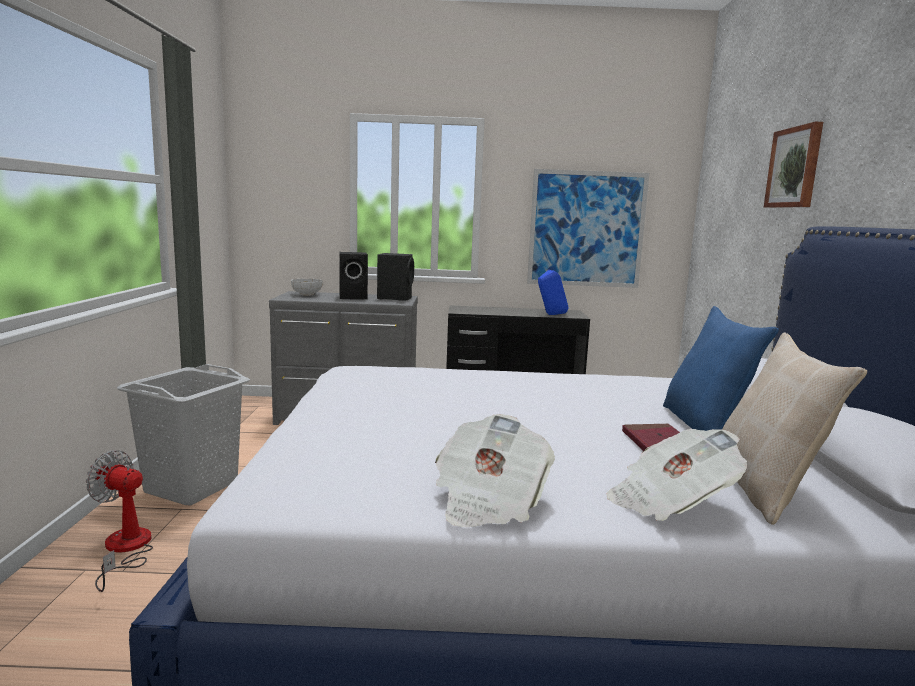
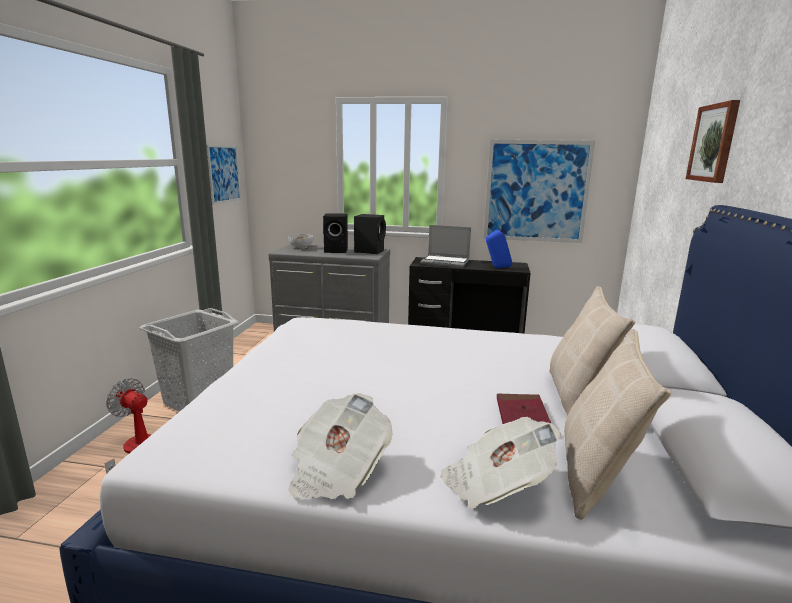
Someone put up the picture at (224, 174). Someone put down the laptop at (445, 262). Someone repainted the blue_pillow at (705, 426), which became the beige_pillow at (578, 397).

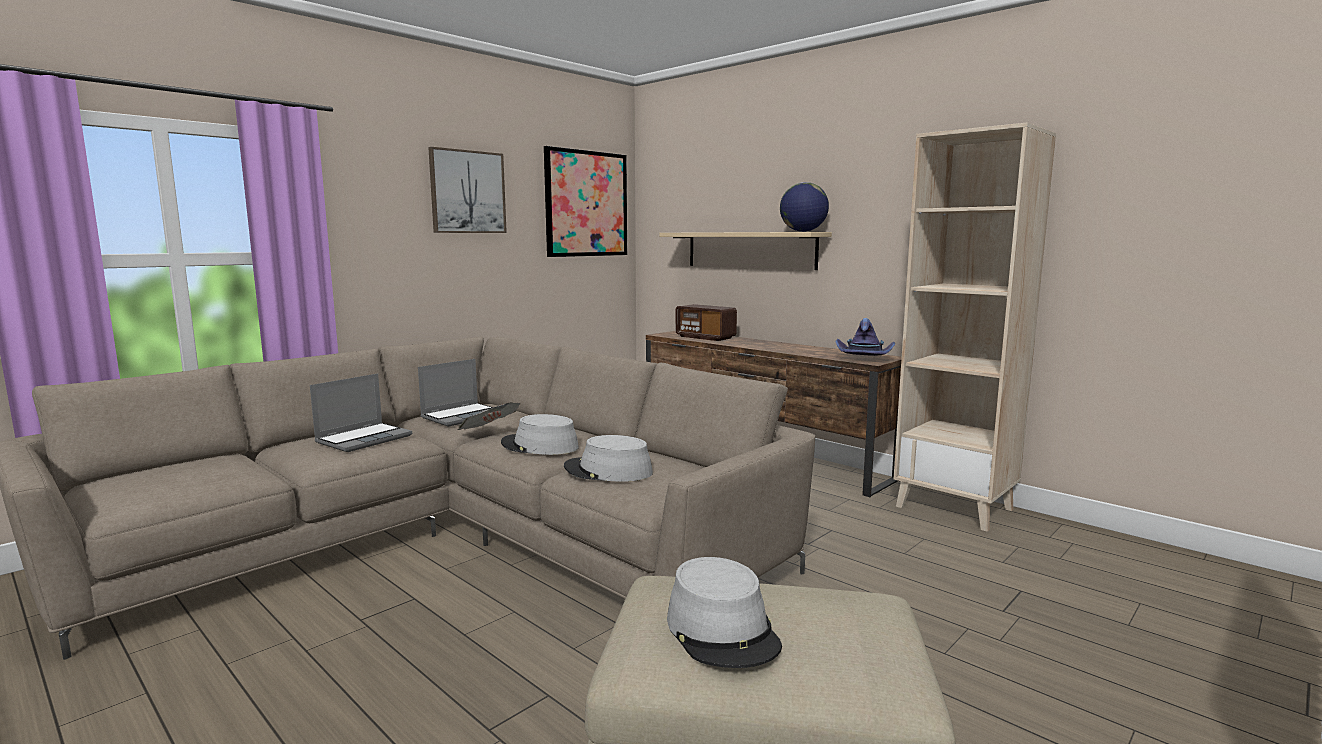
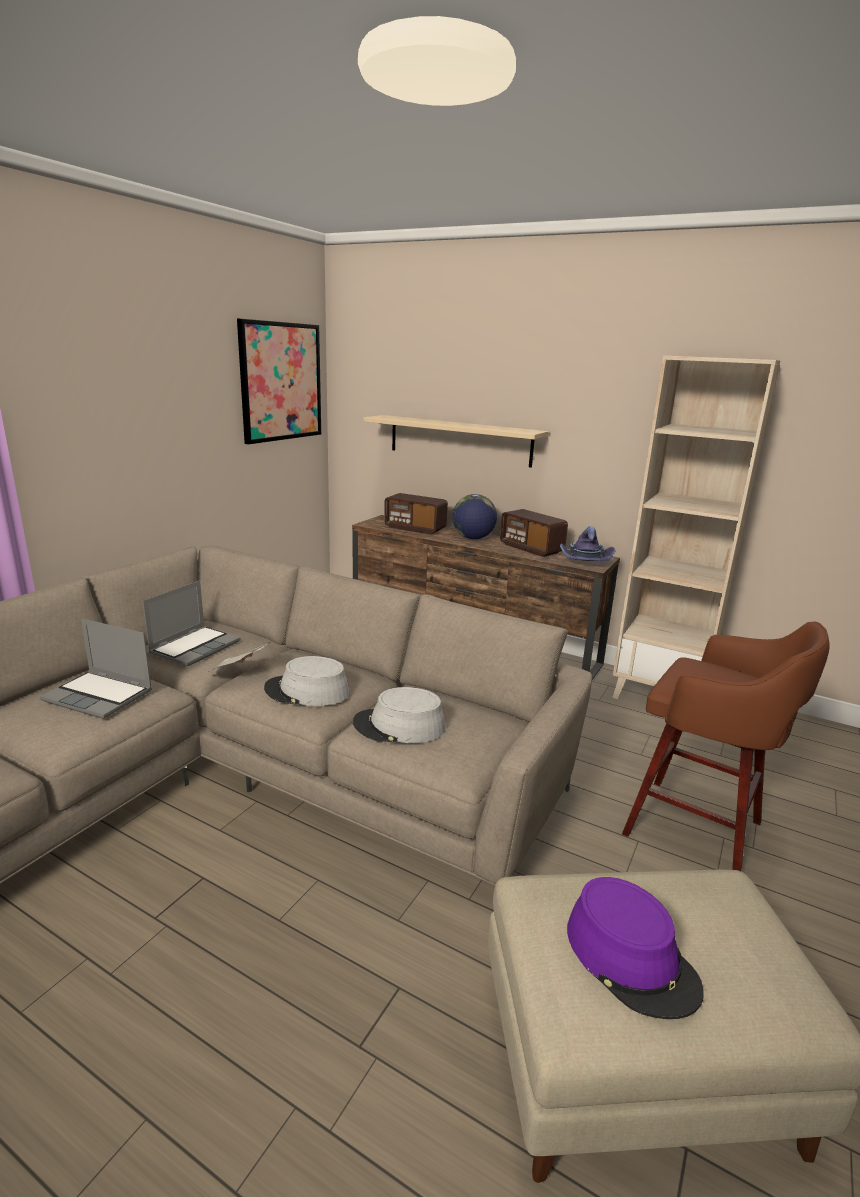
Someone rotated the laptop at (364, 439) by 90 degrees clockwise. Someone carried the globe from (803, 231) to (473, 538). Someone put down the radio at (531, 548). Someone repainted the grey_hat at (722, 630), which became the purple_hat at (631, 958). Someone put down the brown_stool at (698, 830). Someone took away the picture at (467, 192).

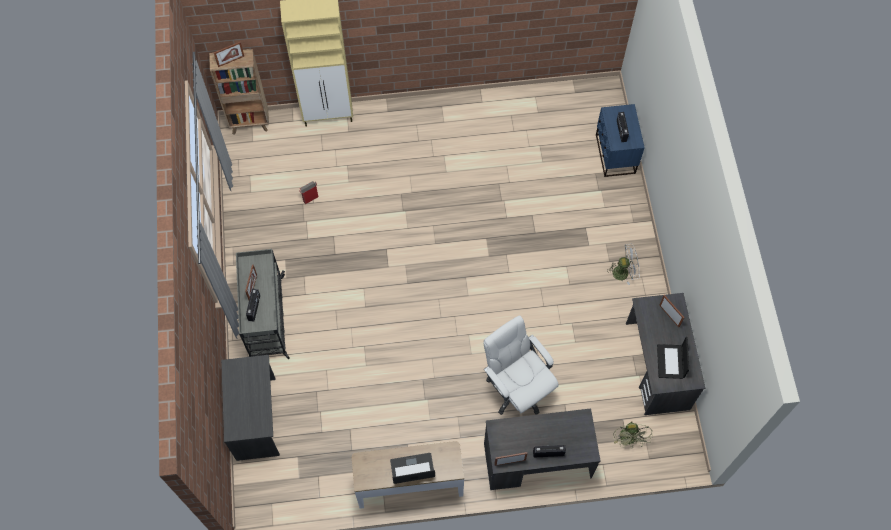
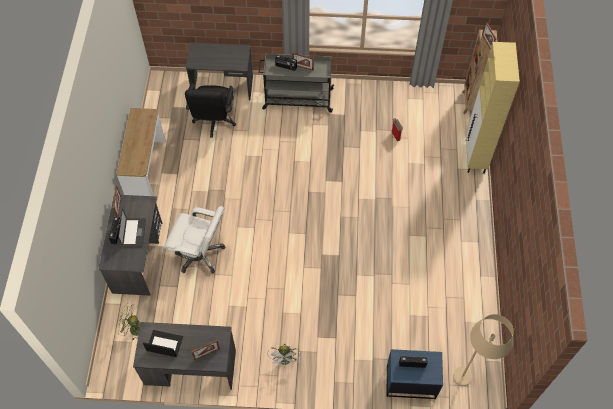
Someone carried the laptop from (412, 468) to (134, 233). Someone rotated the white_office_chair at (516, 388) by 45 degrees clockwise. Someone put down the black_office_chair at (214, 122). Someone put down the beige_floor_lamp at (471, 373).

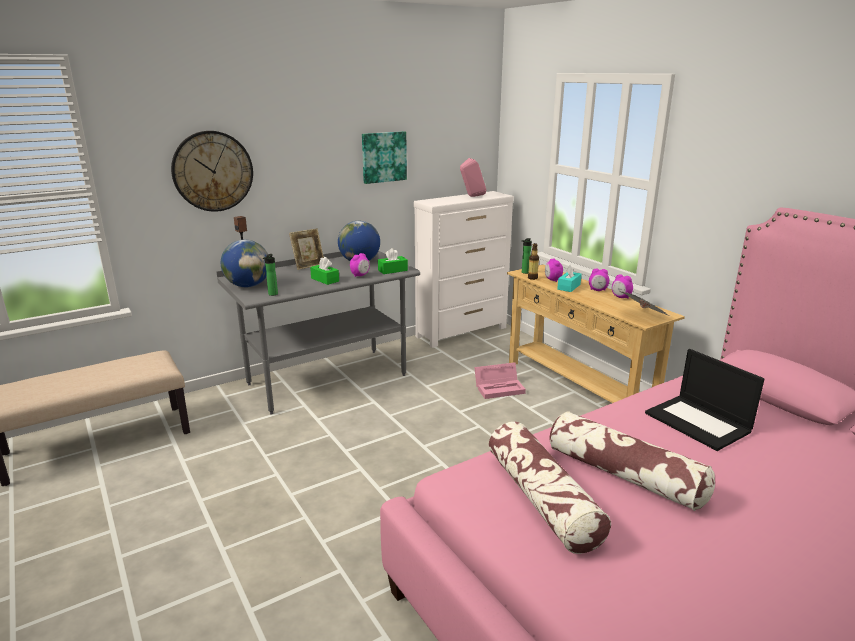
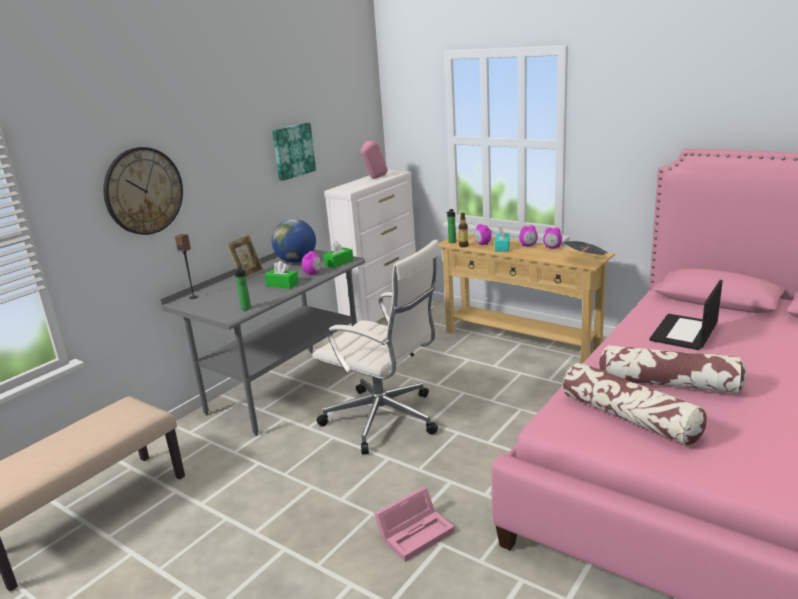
Someone put down the white_office_chair at (385, 420). Someone carried the pink_storage_box from (500, 388) to (416, 532). Someone rotated the laptop at (699, 422) by 90 degrees clockwise. Someone took away the globe at (248, 286).

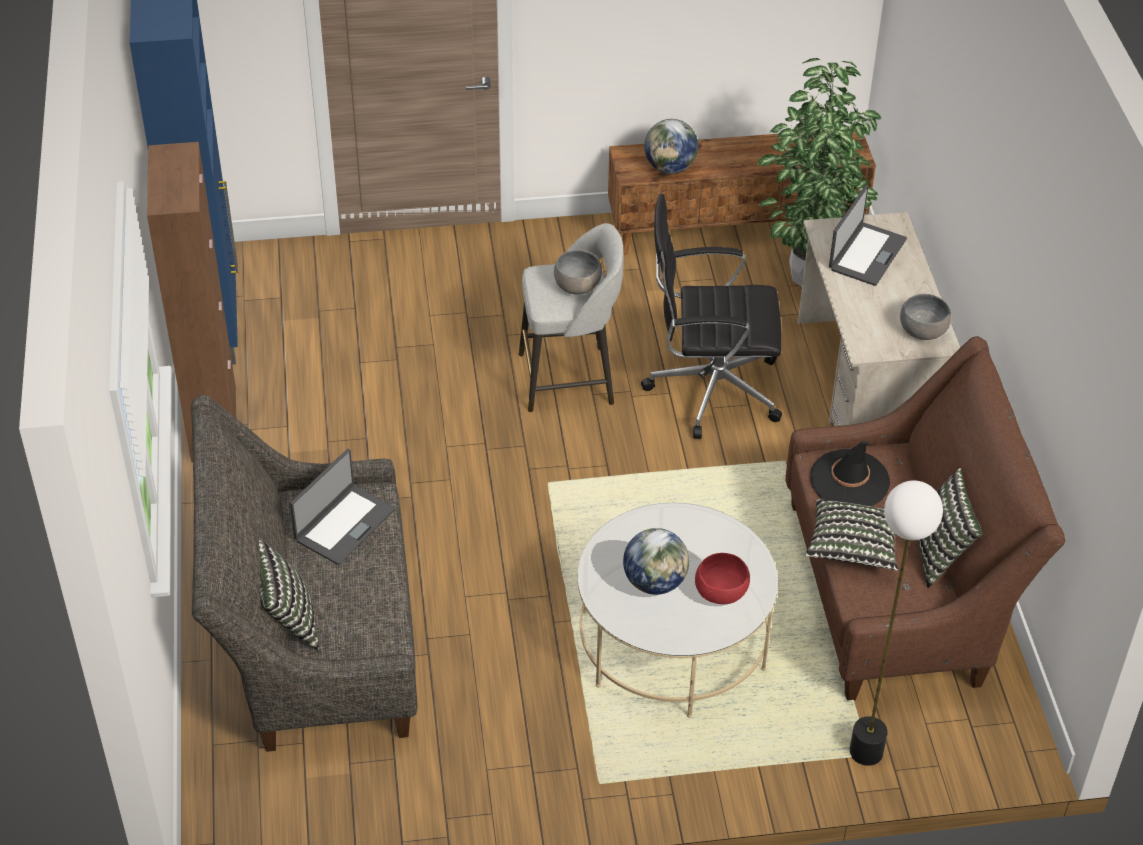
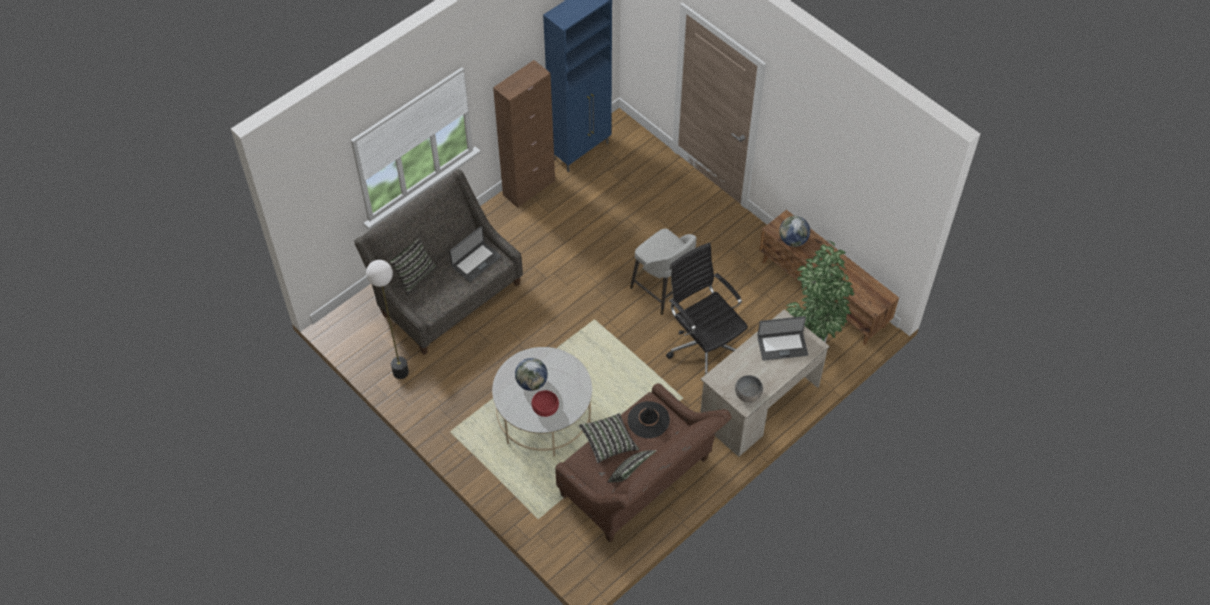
Someone carried the floor_lamp from (865, 751) to (400, 372). Someone rotated the laptop at (344, 524) by 45 degrees counterclockwise. Someone took away the grey_bowl at (577, 286).

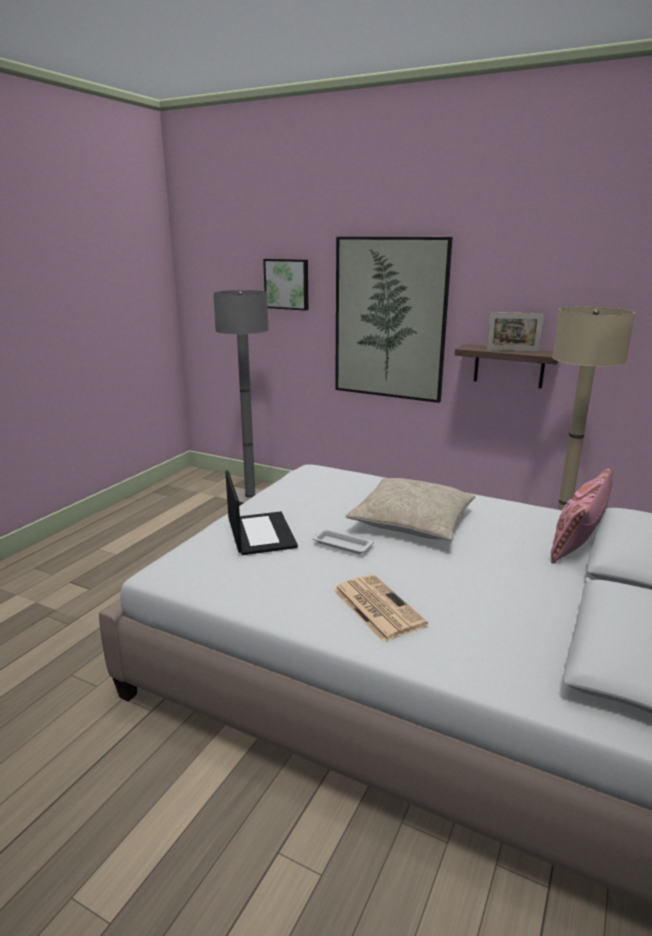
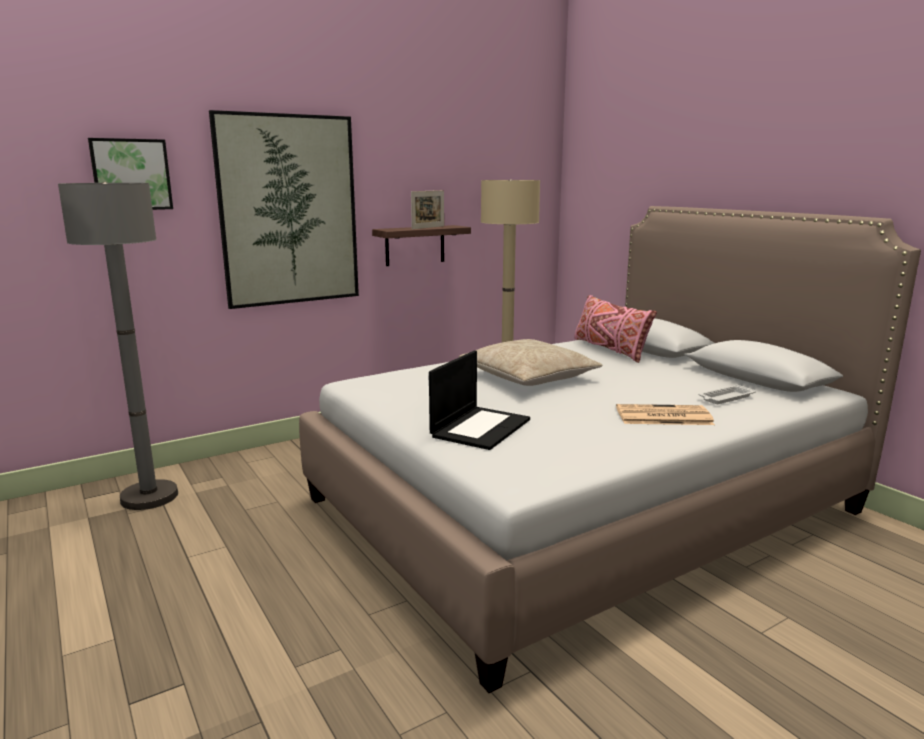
Someone rotated the laptop at (260, 533) by 105 degrees clockwise. Someone carried the white_tray from (341, 545) to (725, 398).

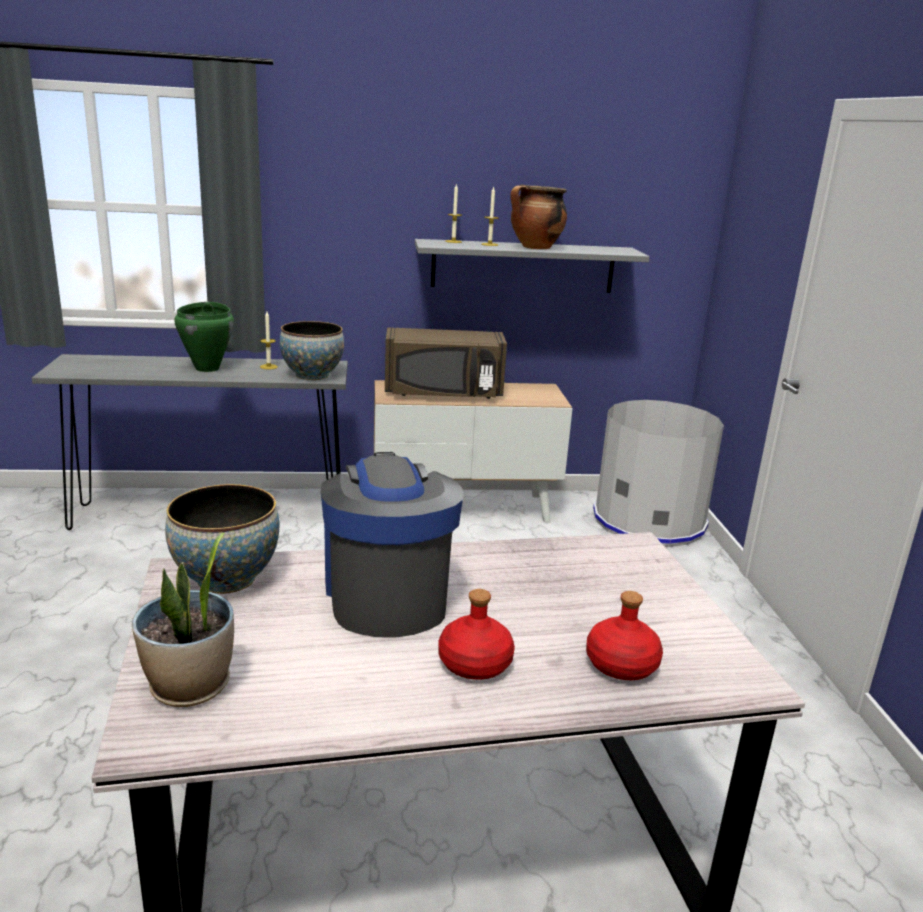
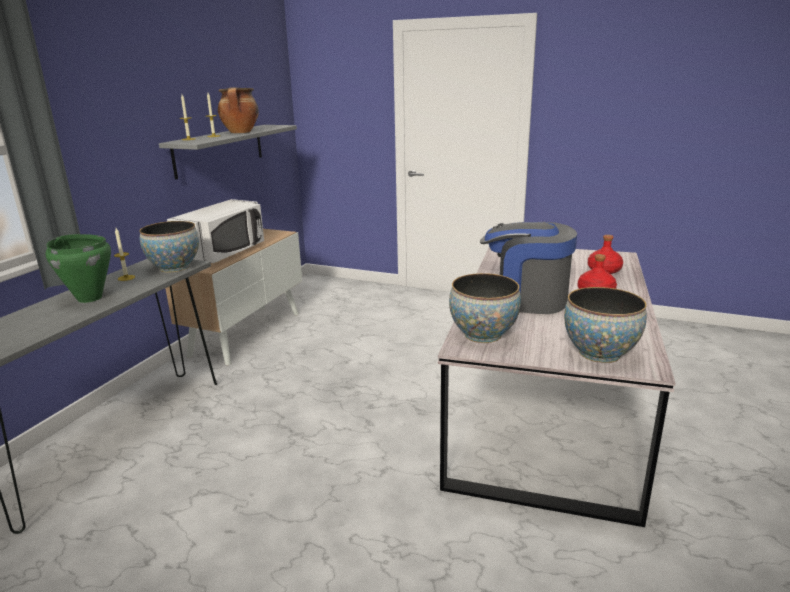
Someone repainted the brown_microwave at (443, 393), which became the white_microwave at (224, 253). Someone swapped the potted_plant at (190, 687) for the bowl at (599, 353). Someone took away the grey_trash_can at (649, 521).

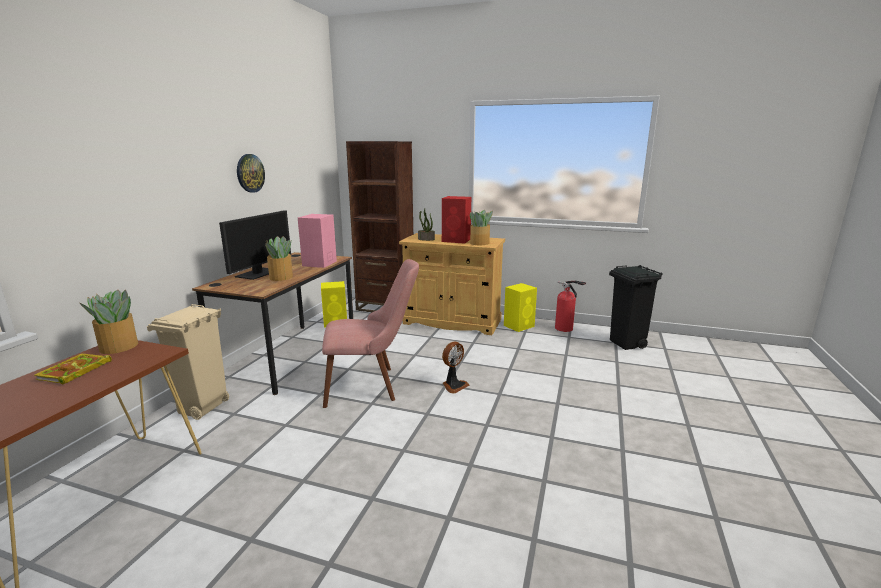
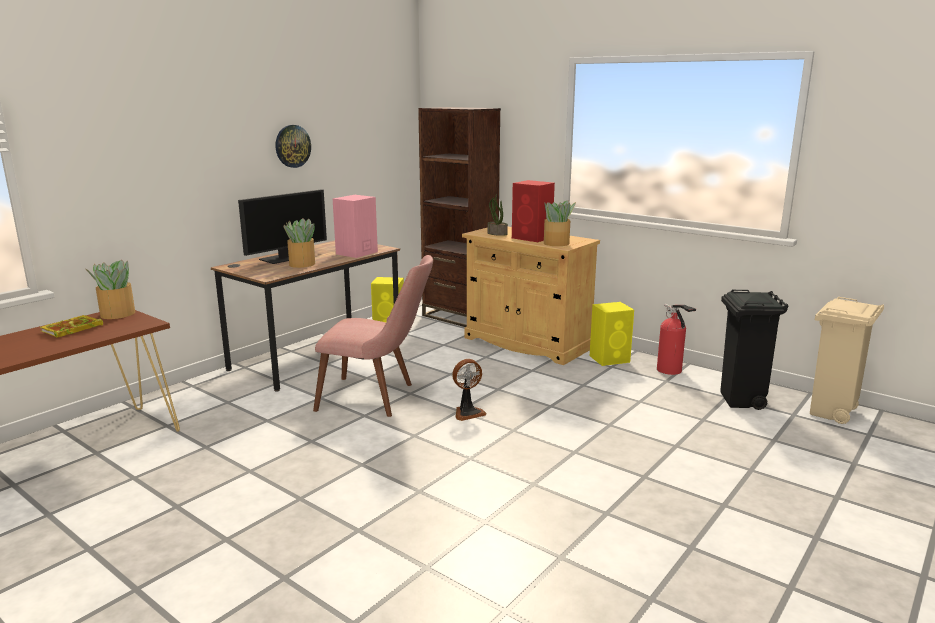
Someone carried the beige_trash_can from (202, 408) to (831, 413).

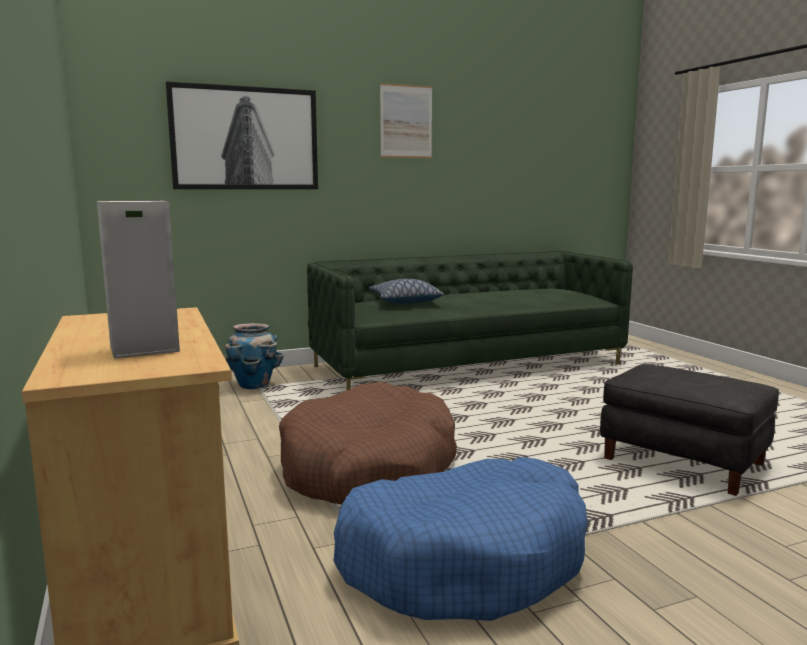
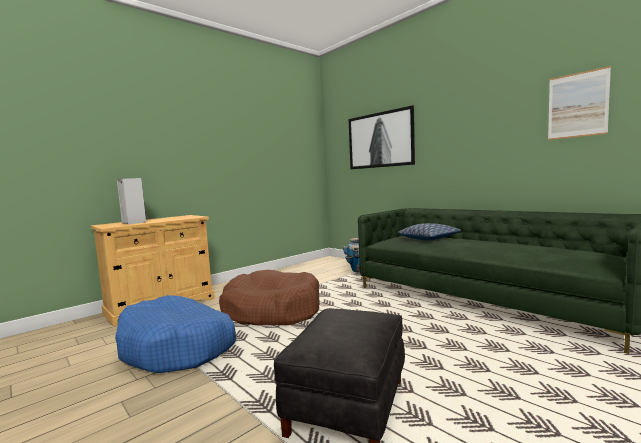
Someone carried the picture from (406, 121) to (577, 105).

